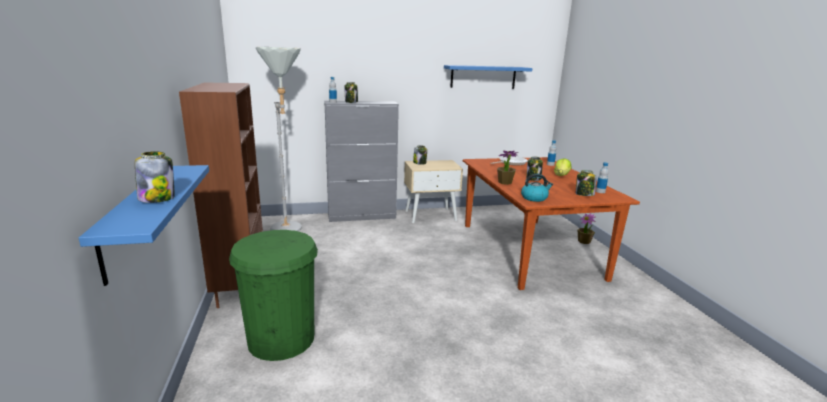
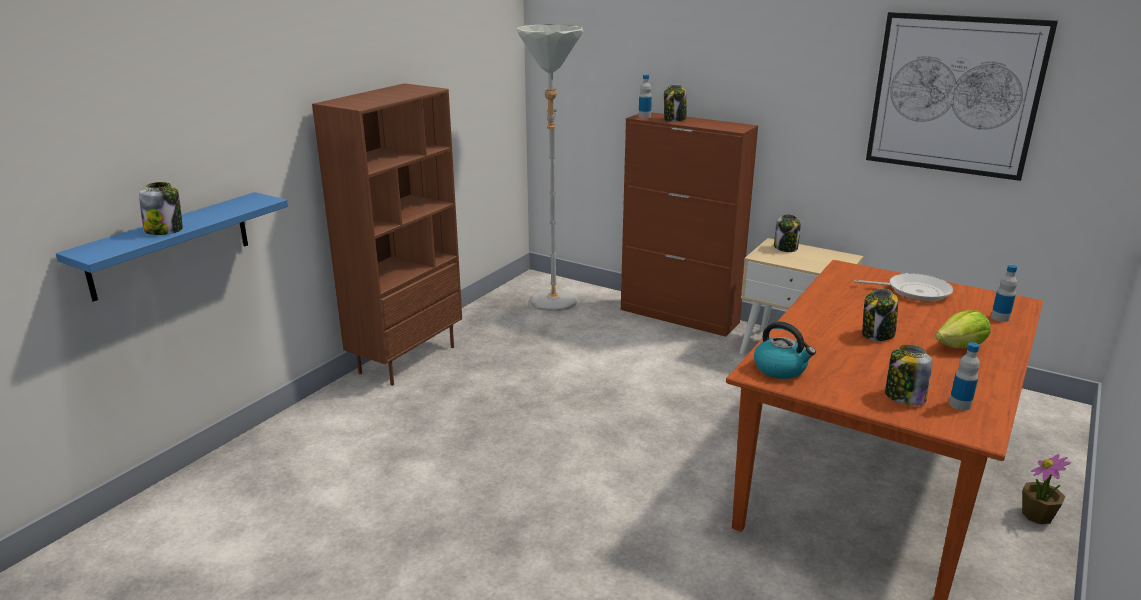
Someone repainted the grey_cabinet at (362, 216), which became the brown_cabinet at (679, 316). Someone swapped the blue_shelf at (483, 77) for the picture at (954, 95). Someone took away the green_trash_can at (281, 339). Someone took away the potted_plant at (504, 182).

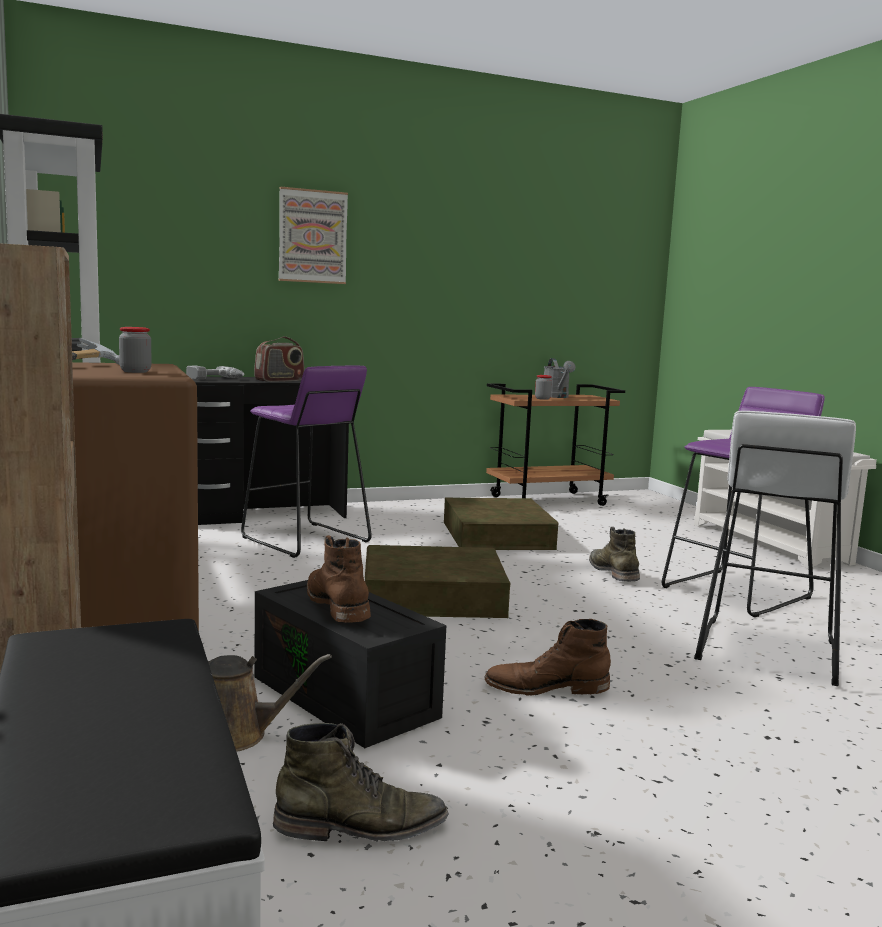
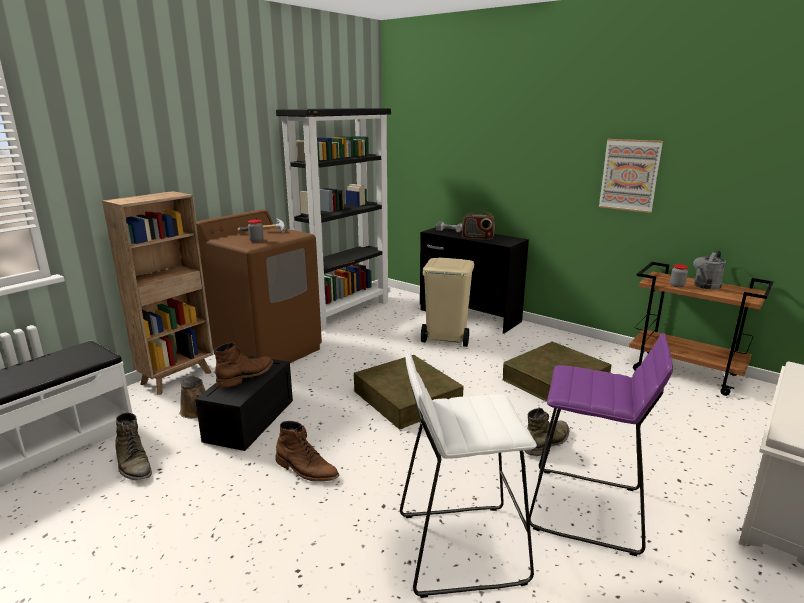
Someone rotated the brown_boot at (546, 687) by 150 degrees clockwise. Someone swapped the purple_stool at (305, 540) for the beige_trash_can at (446, 339). Someone carried the picture from (312, 236) to (629, 175).

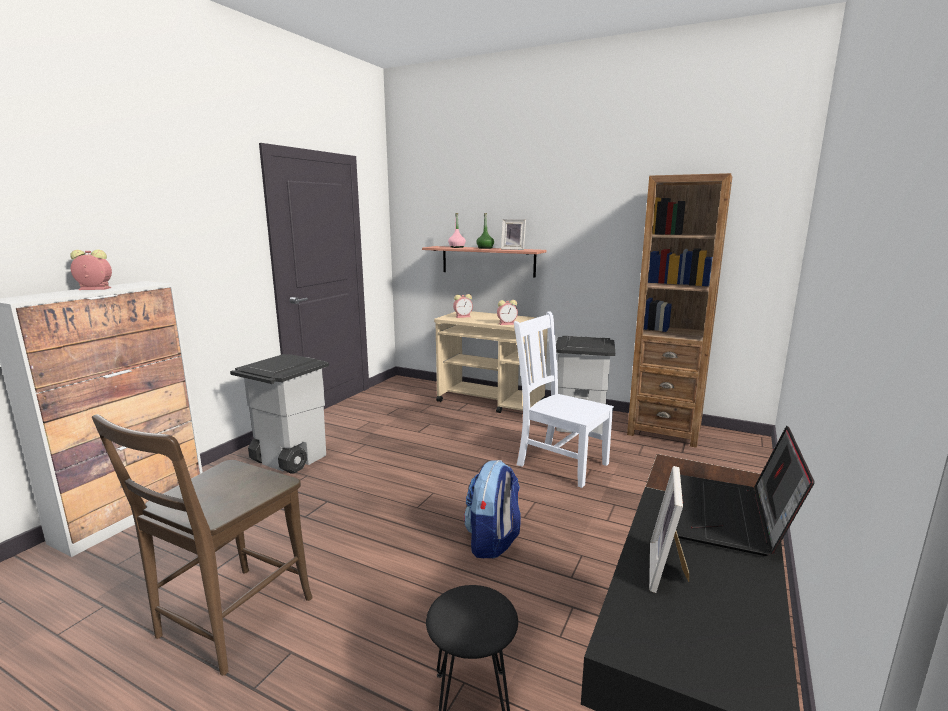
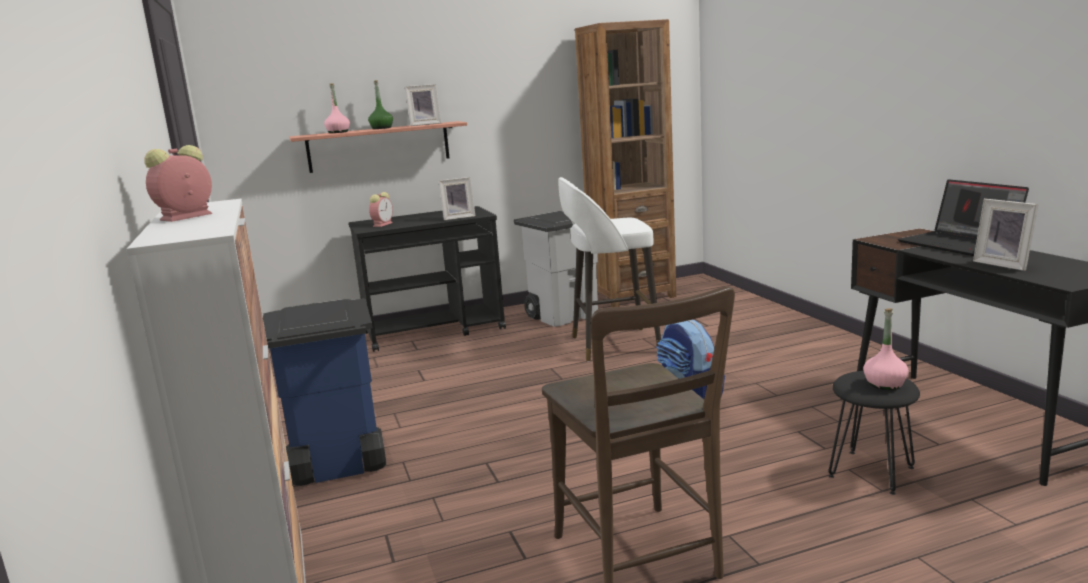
Someone repainted the grey_trash_can at (288, 459), which became the blue_trash_can at (337, 464). Someone repainted the beige_cart at (491, 402), which became the black_cart at (435, 331). Someone swapped the alarm_clock at (507, 323) for the picture_frame at (458, 217). Someone swapped the white_chair at (559, 463) for the white_stool at (612, 345). Someone put down the pink_bottle at (884, 384).

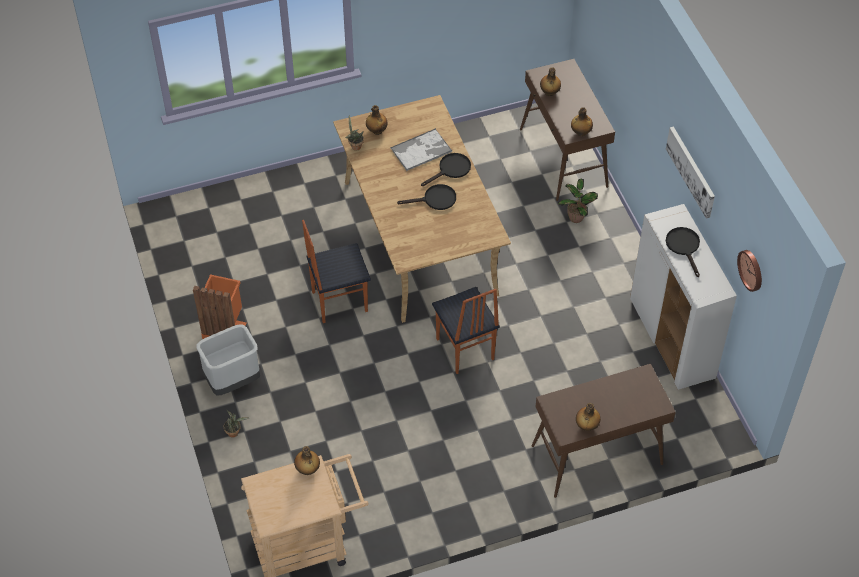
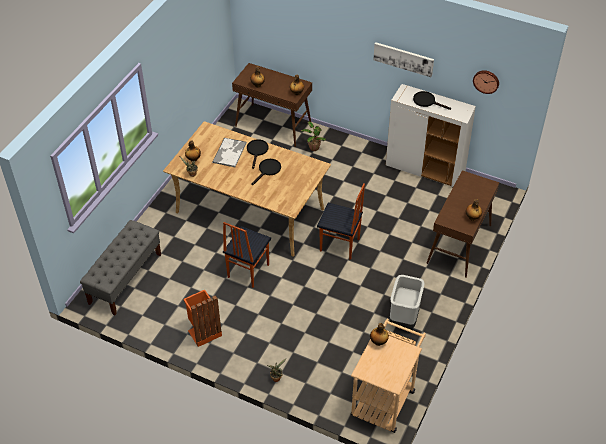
Someone put down the grey_bench at (125, 278). Someone carried the grey_trash_can from (233, 382) to (404, 318).

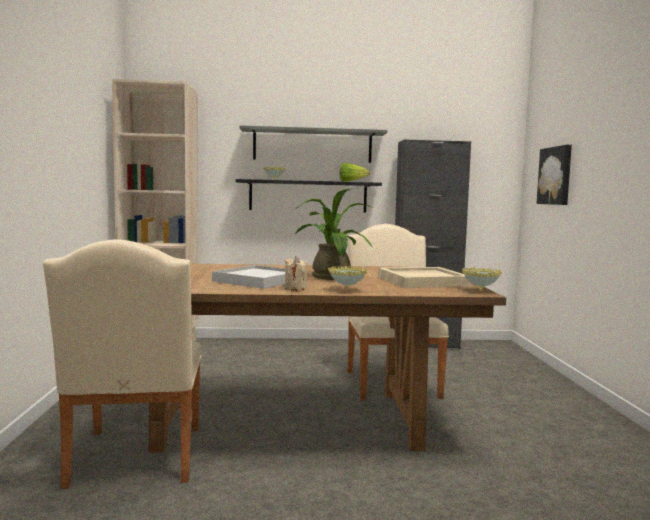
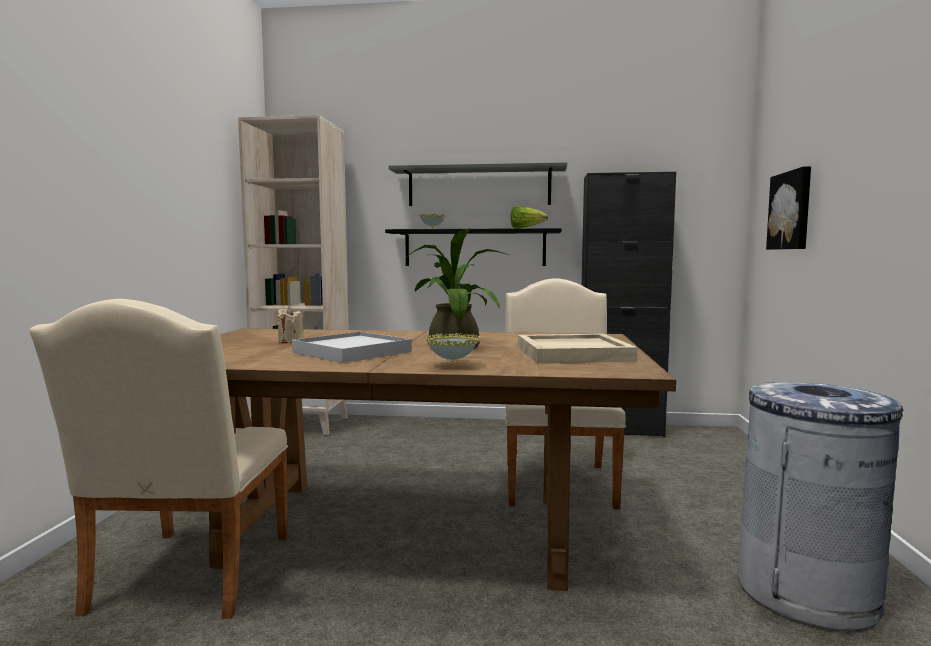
Someone carried the beige_candle from (295, 288) to (290, 341). Someone put down the grey_trash_can at (807, 592). Someone took away the bowl at (480, 290).

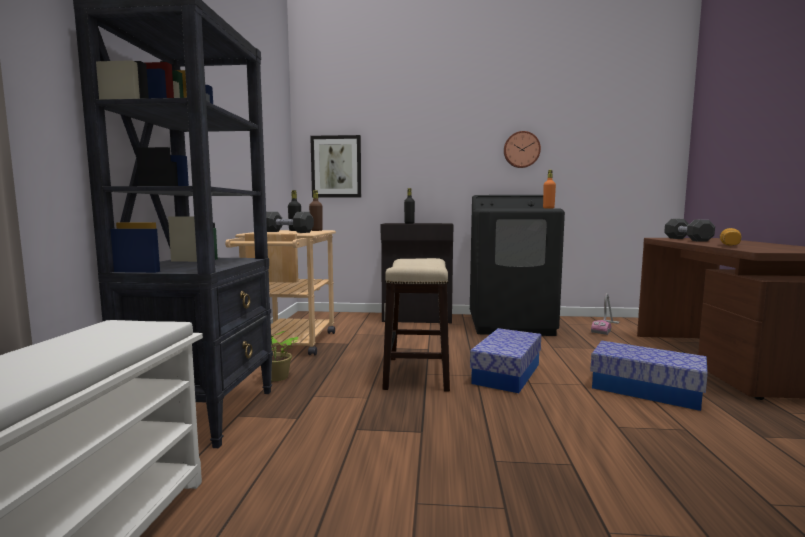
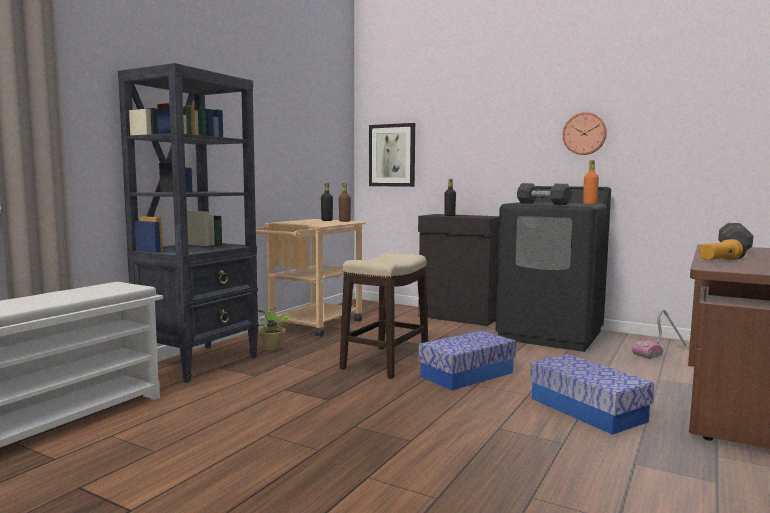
Someone carried the black_dumbbell from (287, 232) to (543, 204).

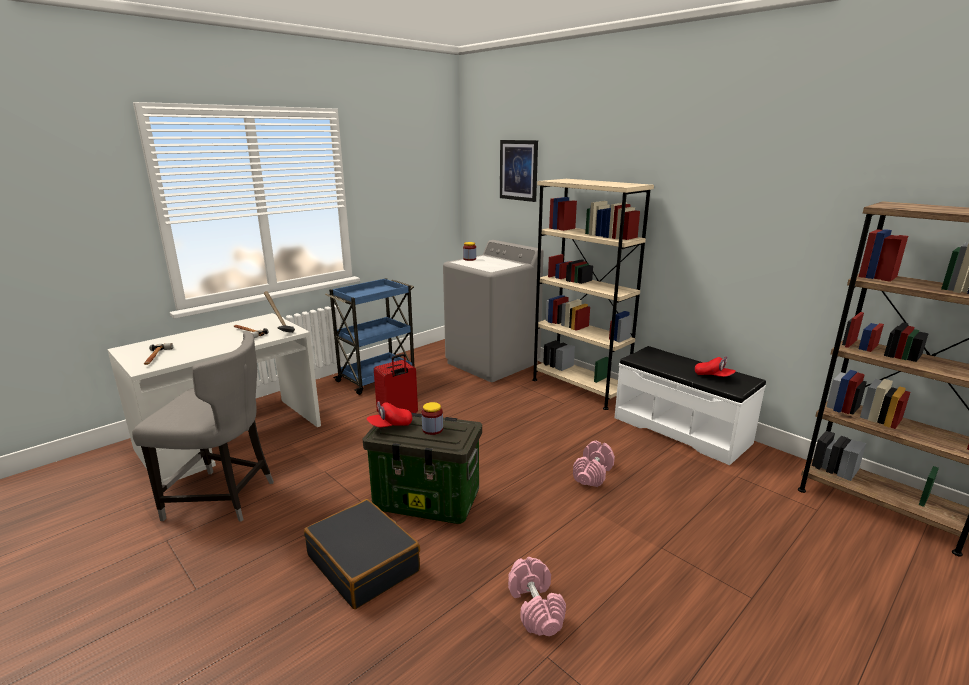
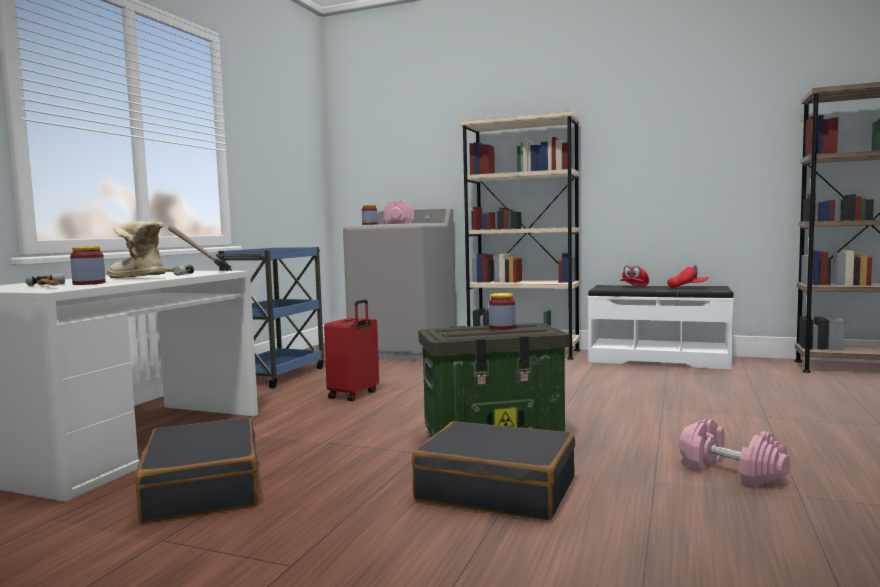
Someone put down the jar at (89, 283). Someone put down the boot at (136, 279). Someone swapped the grey_chair at (223, 498) for the black_suitcase at (202, 488). Someone carried the pink_dumbbell from (593, 474) to (399, 223). Someone carried the red_cap from (390, 425) to (634, 286). Someone took away the picture at (518, 170).

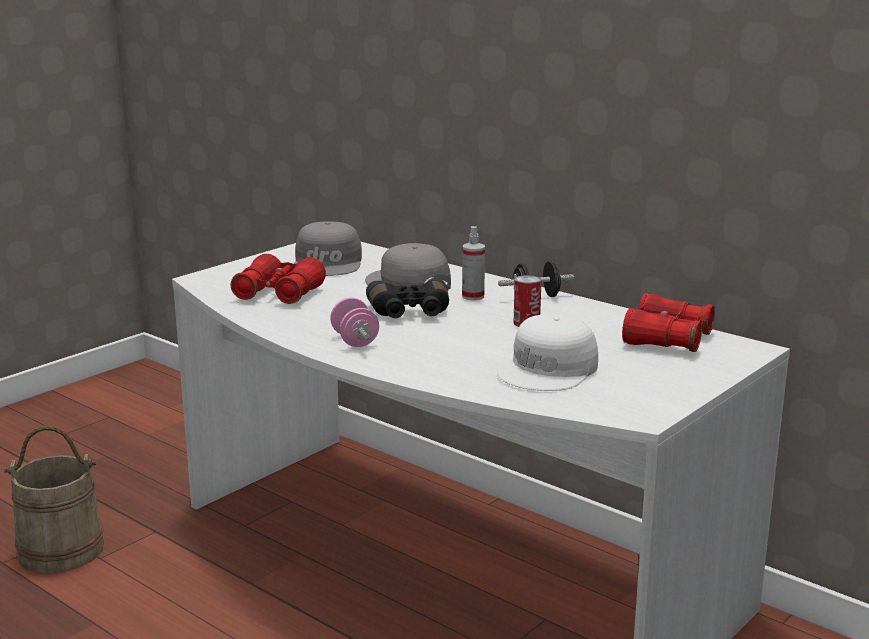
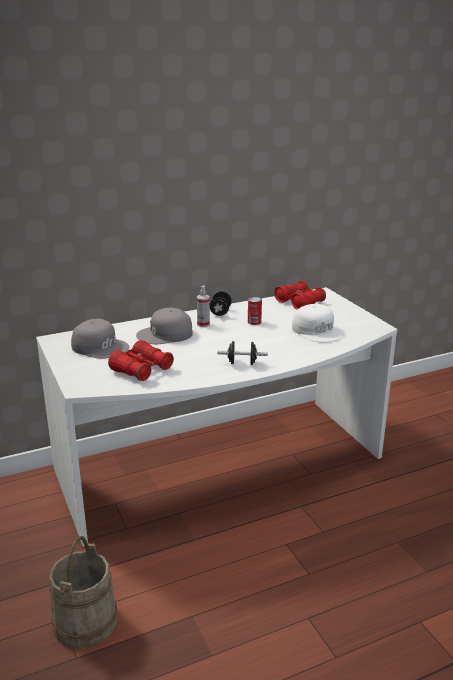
Someone repainted the pink_dumbbell at (355, 341), which became the black_dumbbell at (242, 363). Someone took away the black_binoculars at (410, 312).

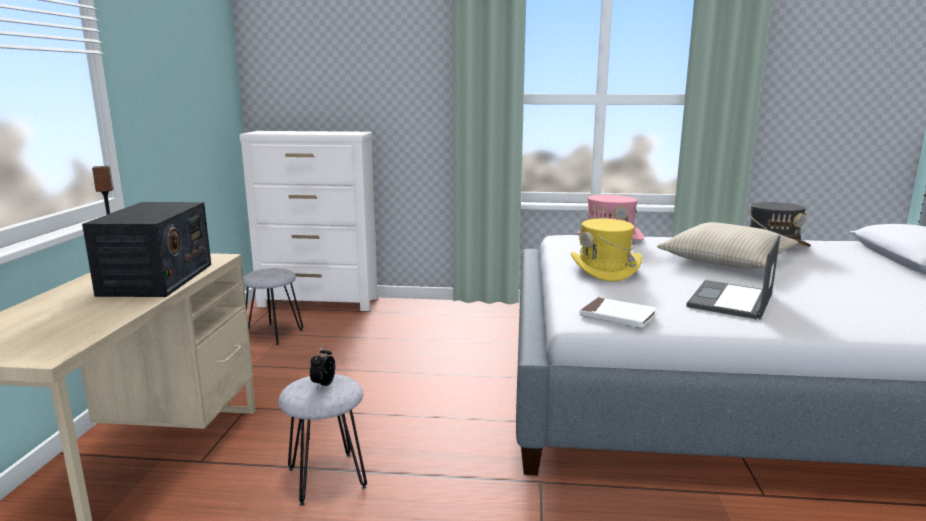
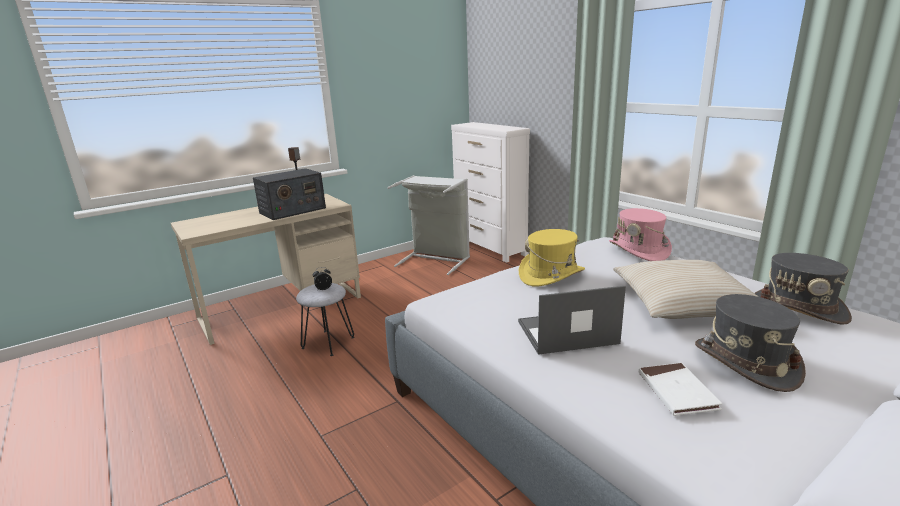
Someone swapped the grey_stool at (274, 334) for the grey_laundry_basket at (436, 260). Someone carried the white_book from (618, 316) to (677, 392). Someone put down the grey_hat at (745, 362).

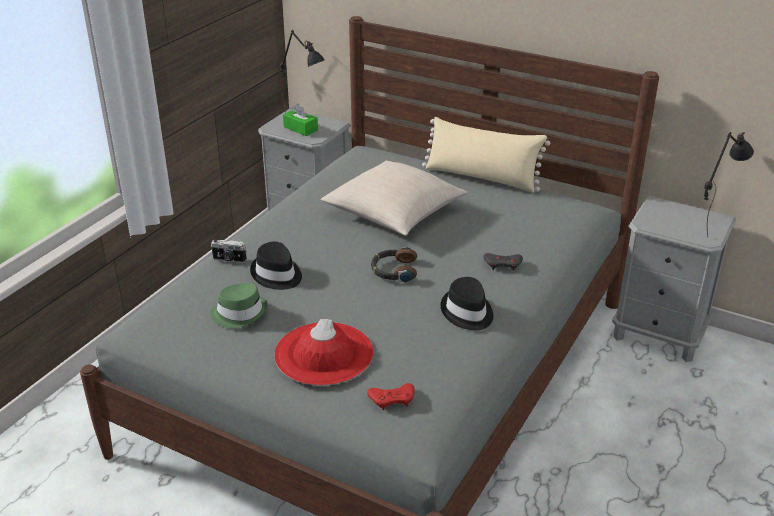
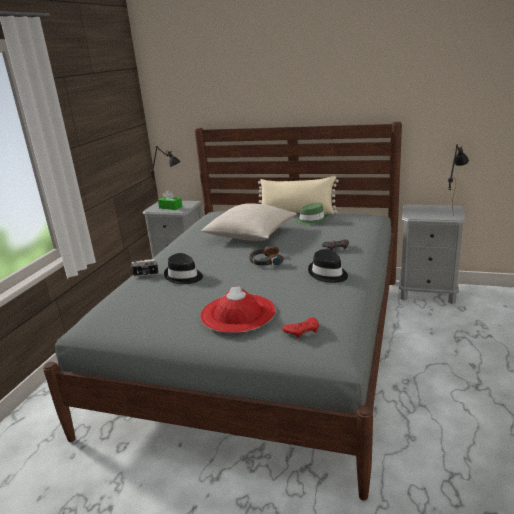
Someone carried the green_hat from (239, 313) to (311, 220).

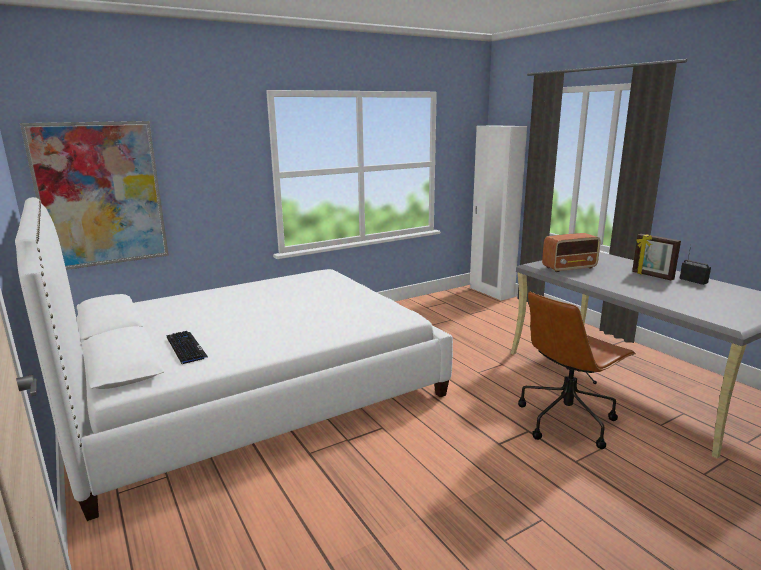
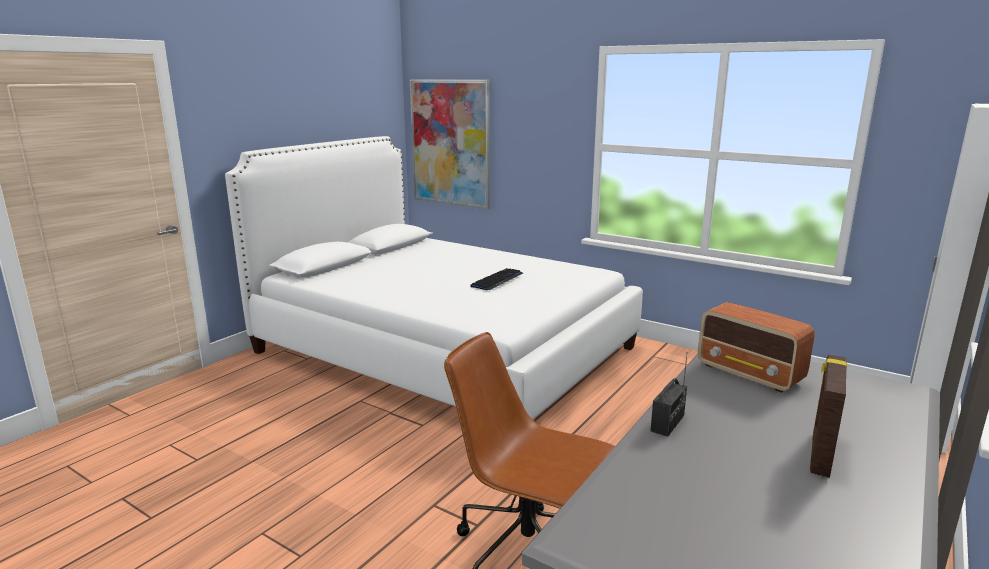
Someone carried the keyboard from (186, 348) to (497, 280). Someone carried the radio from (693, 280) to (667, 423).

